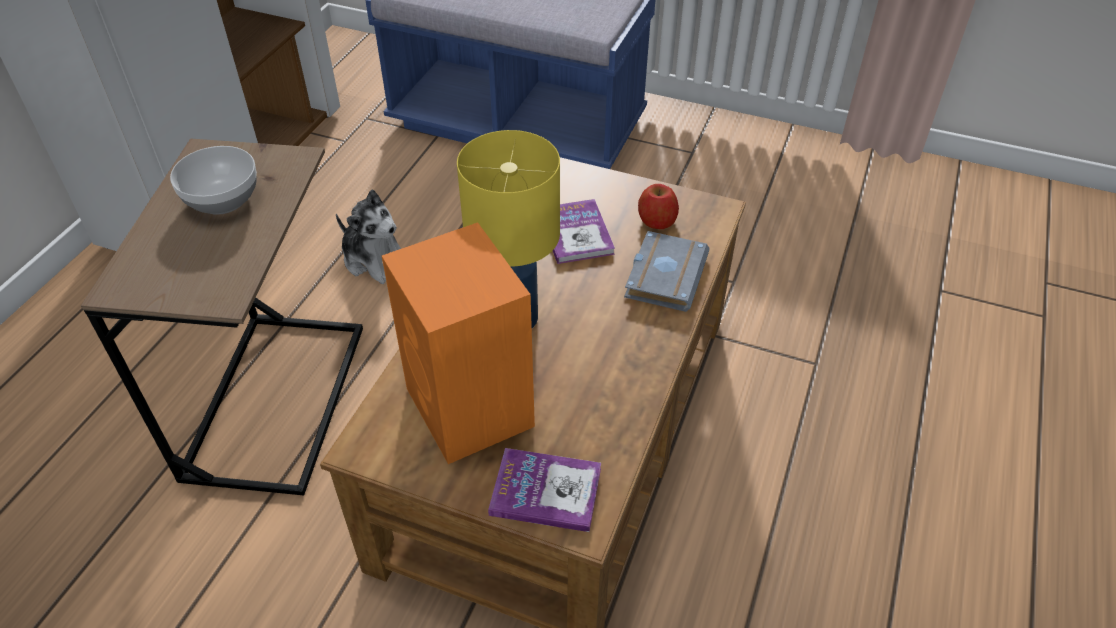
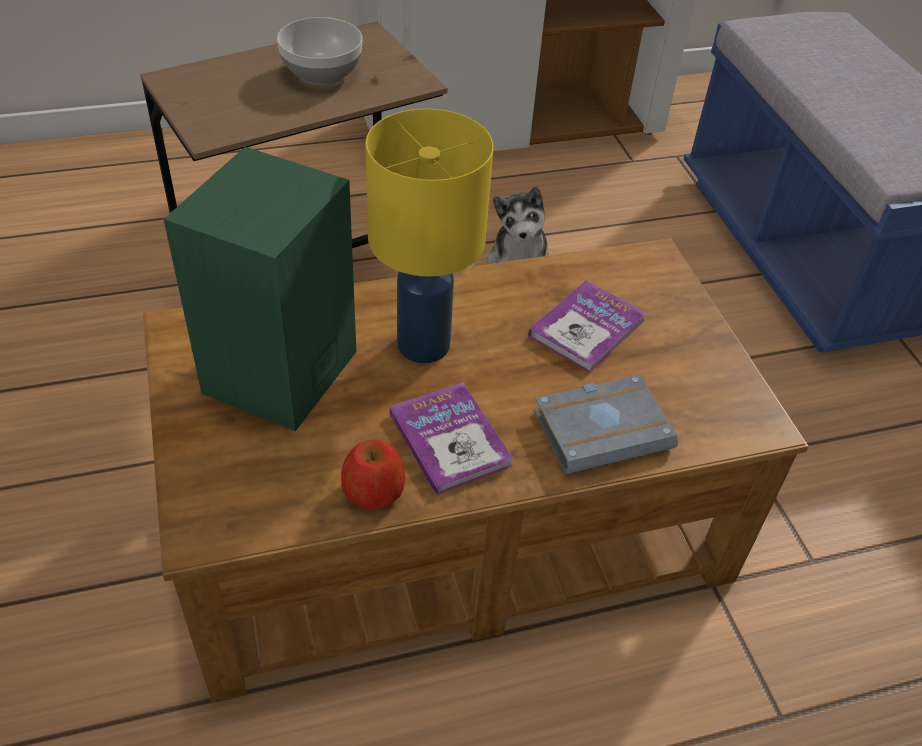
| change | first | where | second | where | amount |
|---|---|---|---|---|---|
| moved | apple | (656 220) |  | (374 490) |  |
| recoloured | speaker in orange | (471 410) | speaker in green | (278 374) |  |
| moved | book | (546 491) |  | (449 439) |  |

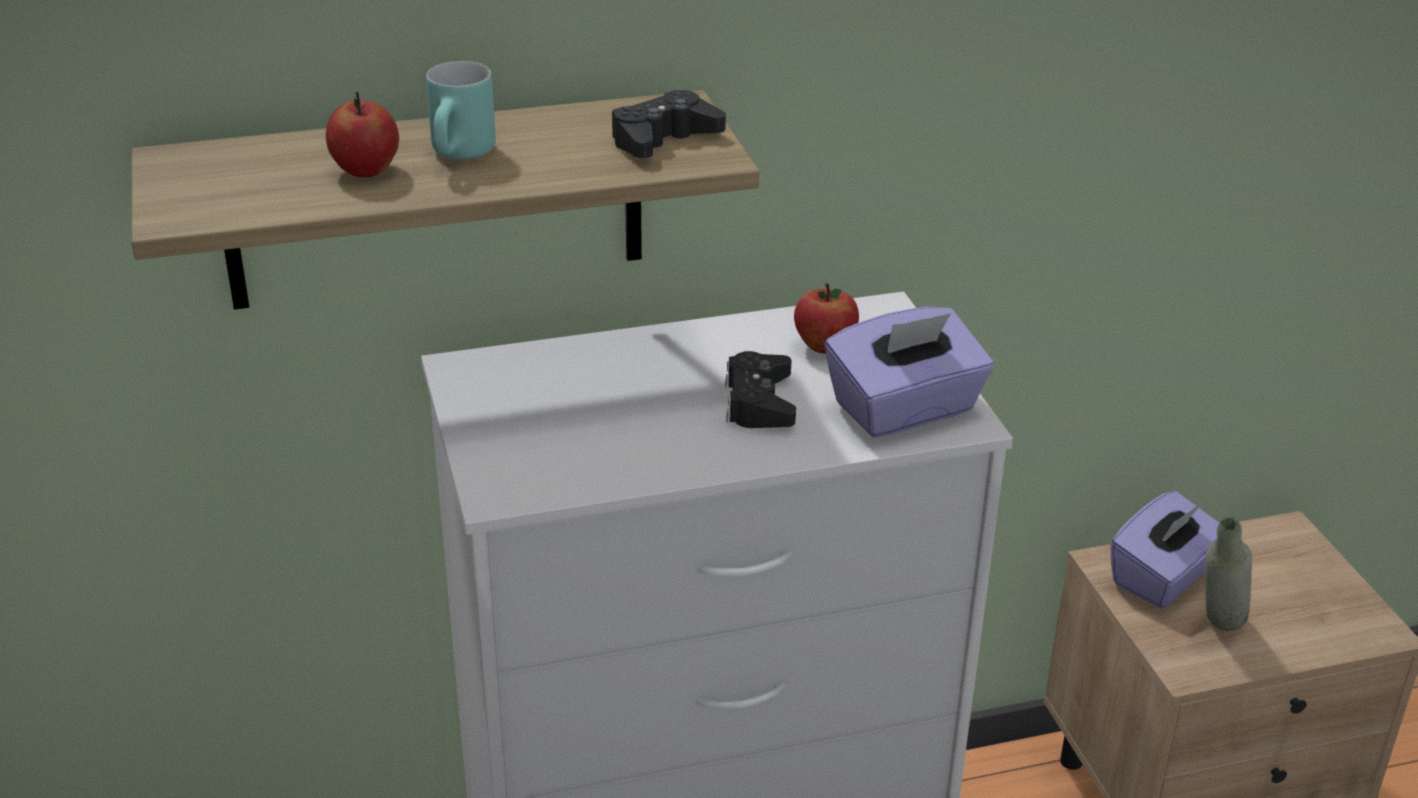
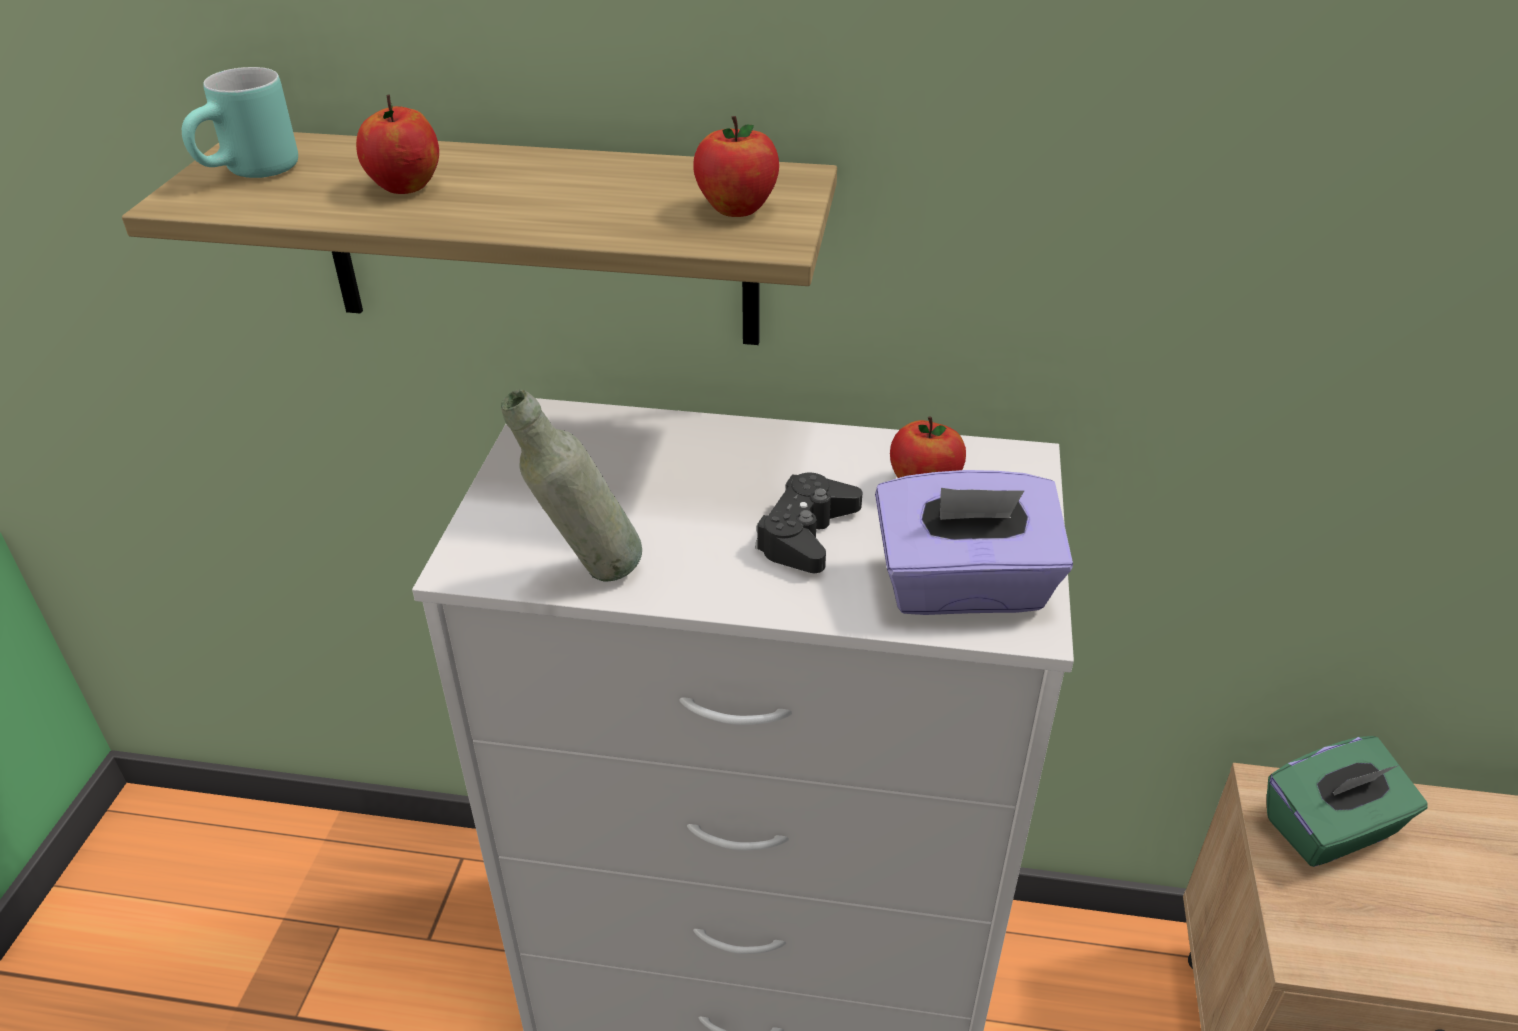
| change | first | where | second | where | amount |
|---|---|---|---|---|---|
| moved | mug in turquoise | (463 156) |  | (253 174) |  |
| replaced | game controller in black | (663 139) | apple | (736 209) |  |
| recoloured | tissue box in purple | (1163 578) | tissue box in green | (1331 829) |  |
| moved | bottle in grey | (1216 631) |  | (587 577) |  |

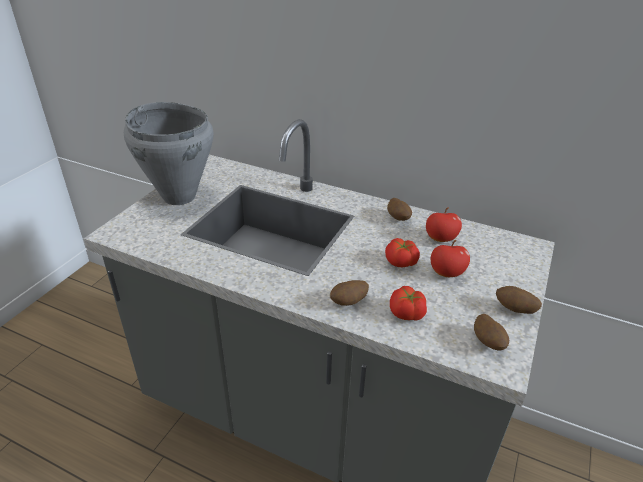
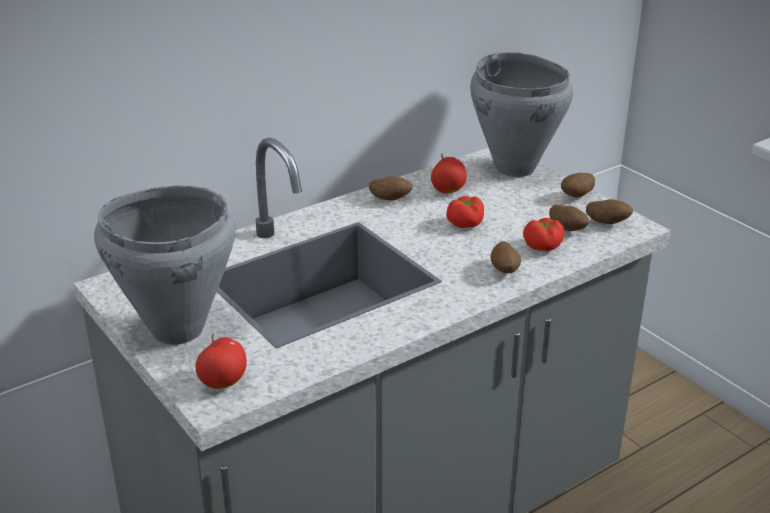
| change | first | where | second | where | amount |
|---|---|---|---|---|---|
| moved | apple | (447 273) |  | (223 382) |  |
| added |  |  | cooking pot in grey | (515 168) |  |
| added |  |  | potato | (567 230) |  |

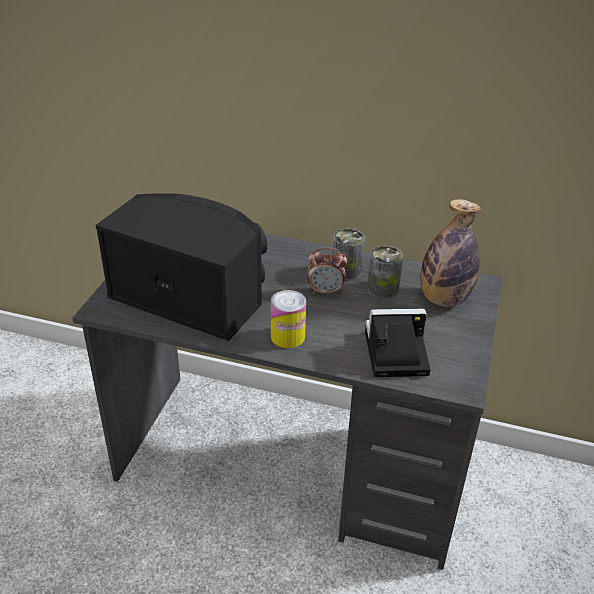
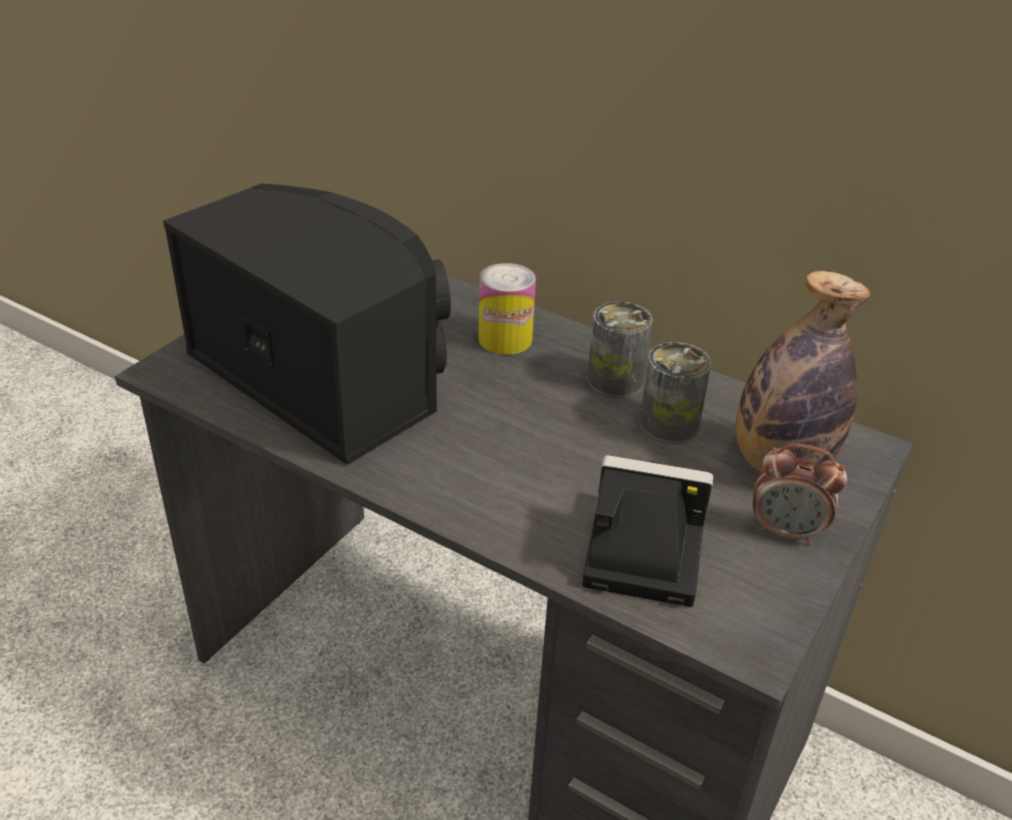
| change | first | where | second | where | amount |
|---|---|---|---|---|---|
| moved | alarm clock | (325 291) |  | (786 531) |  |
| moved | can | (287 336) |  | (505 339) |  |

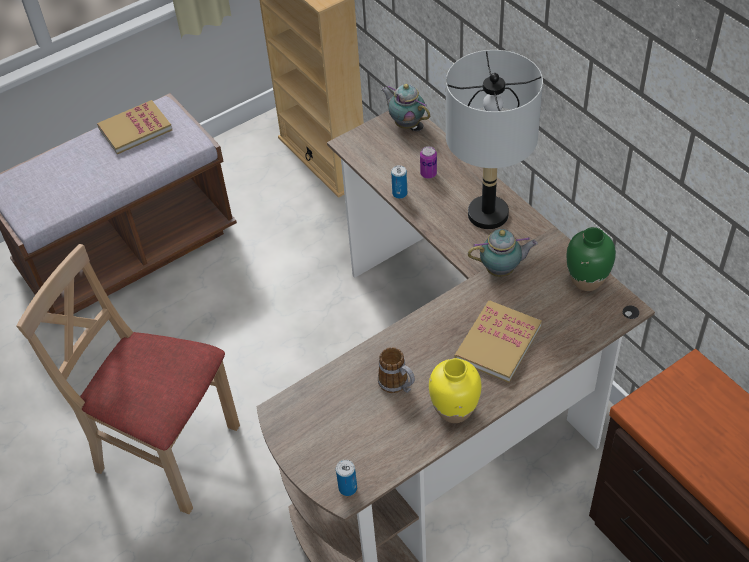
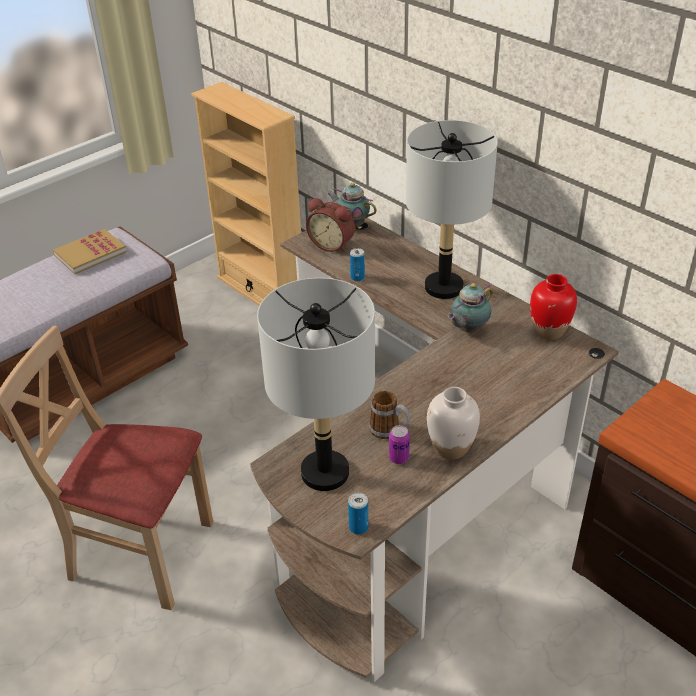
| change | first | where | second | where | amount |
|---|---|---|---|---|---|
| moved | can | (428 174) |  | (399 458) |  |
| recoloured | vase in green | (587 280) | vase in red | (549 331) |  |
| turned | teapot | (502 270) |  | (468 330) | 150 degrees clockwise |
| removed | book | (498 343) |  |  |  |
| recoloured | vase in yellow | (454 410) | vase in white | (451 448) |  |
| added |  |  | alarm clock | (332 244) |  |
| added |  |  | table lamp in grey | (324 473) |  |

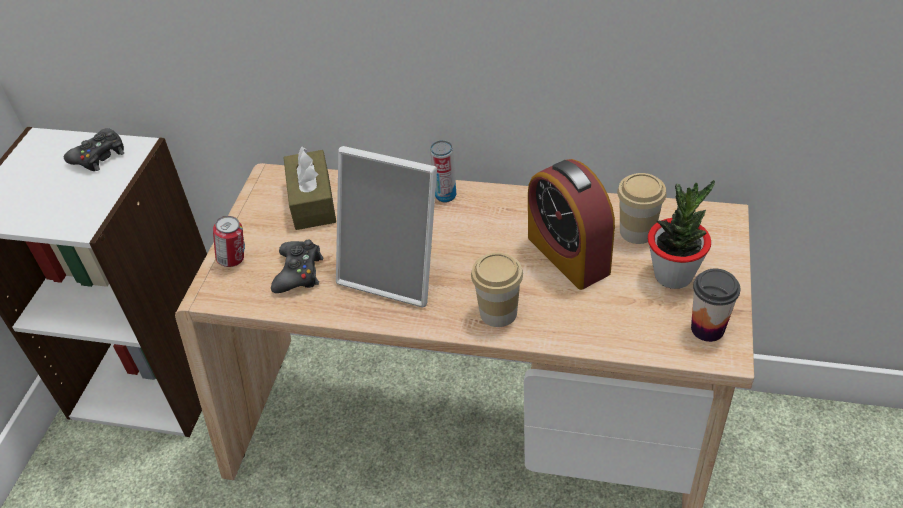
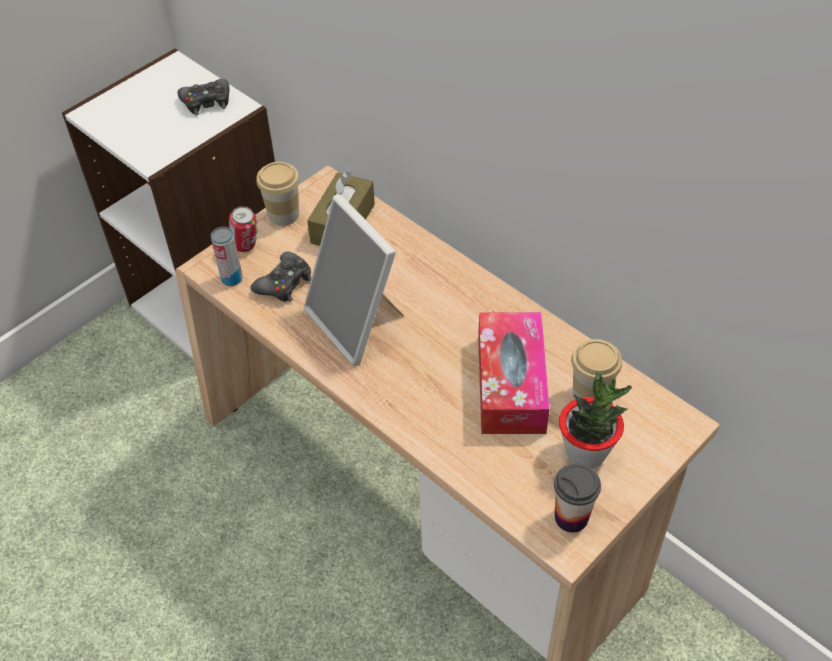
| change | first | where | second | where | amount |
|---|---|---|---|---|---|
| moved | can | (445 196) |  | (232 278) |  |
| replaced | alarm clock | (568 255) | tissue box | (511 384) |  |
| moved | cup | (498 312) |  | (283 214) |  |

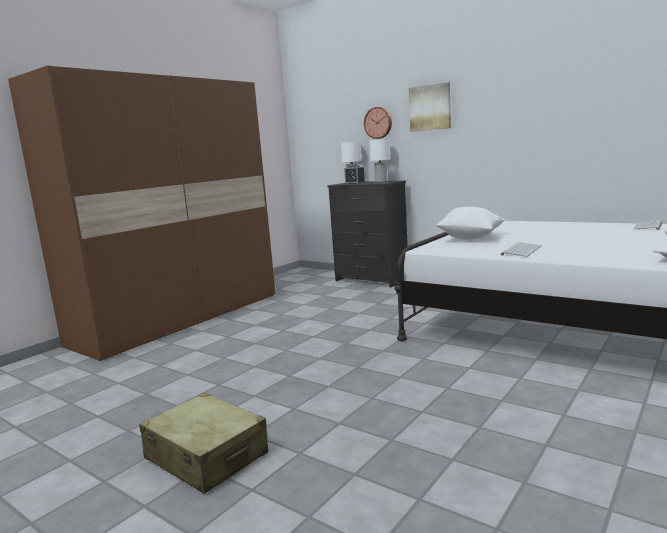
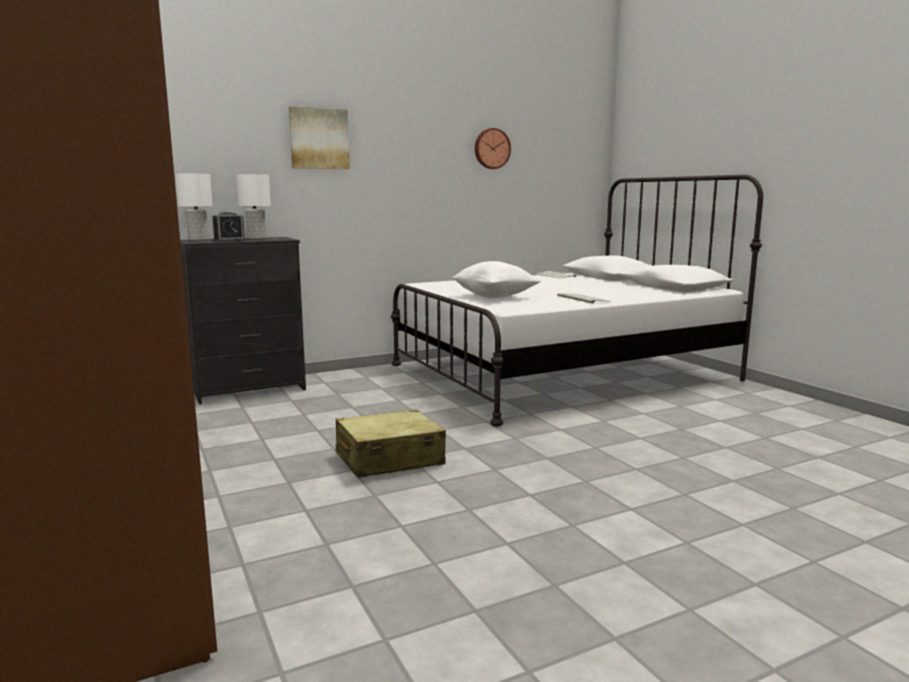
| change | first | where | second | where | amount |
|---|---|---|---|---|---|
| moved | wall clock | (378 123) |  | (491 148) |  |
| moved | suitcase in beige | (206 456) |  | (389 459) |  |

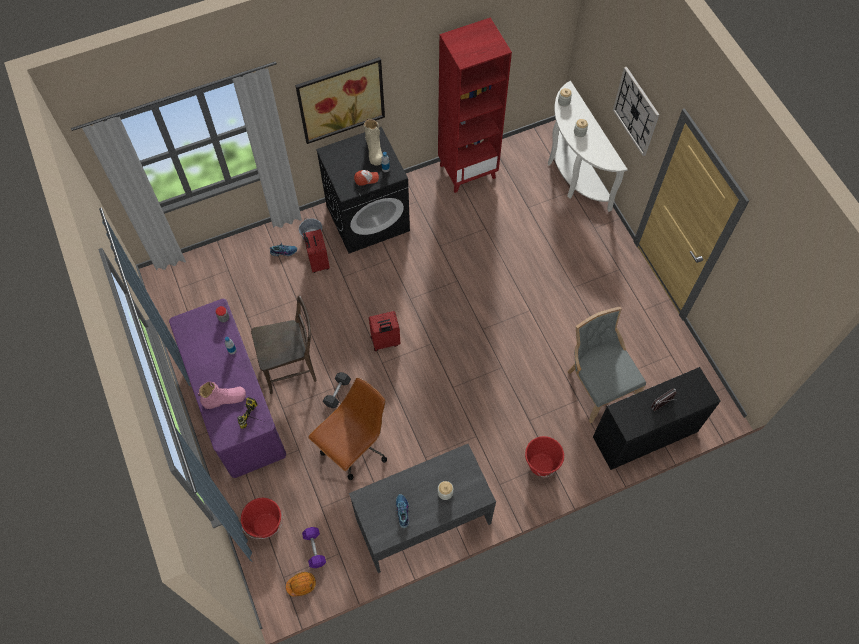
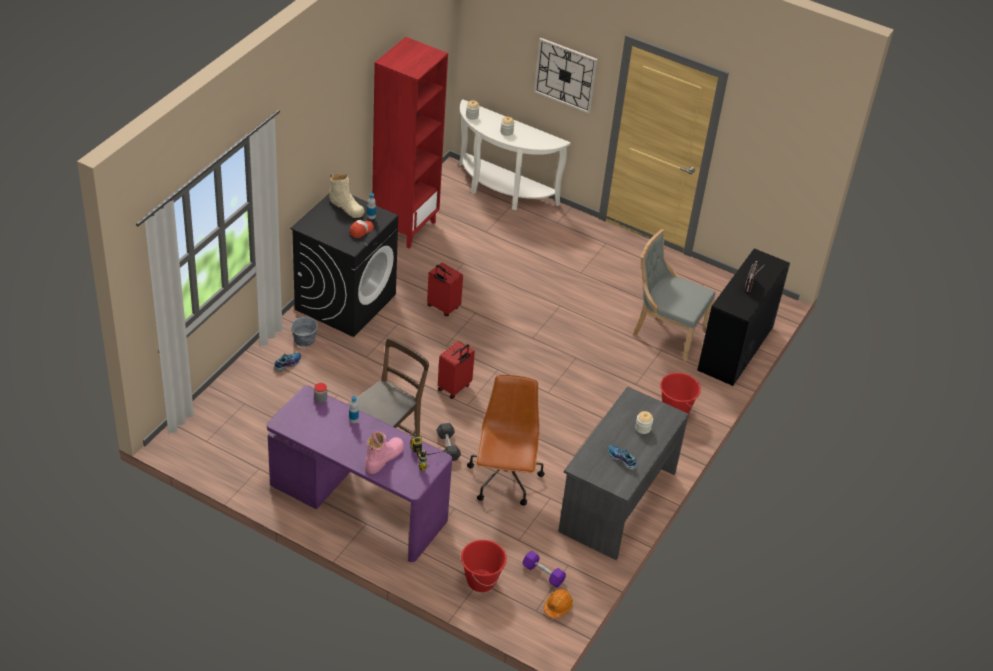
| change | first | where | second | where | amount |
|---|---|---|---|---|---|
| removed | picture | (341 100) |  |  |  |
| moved | suitcase in red | (318 262) |  | (442 307) |  |

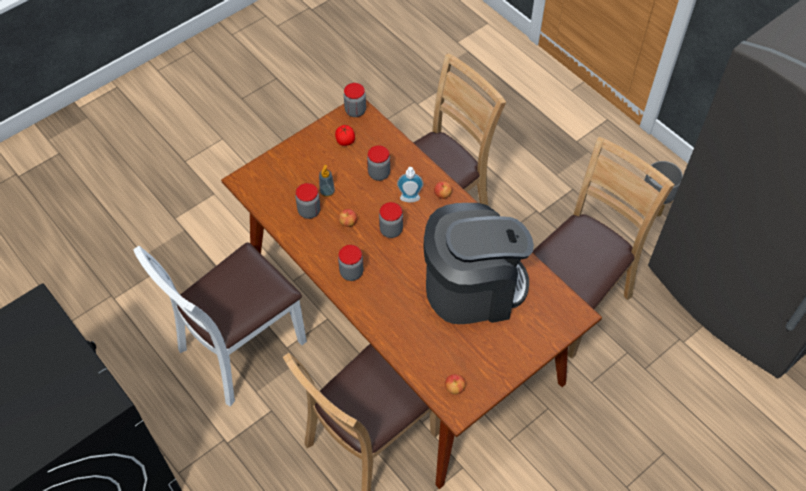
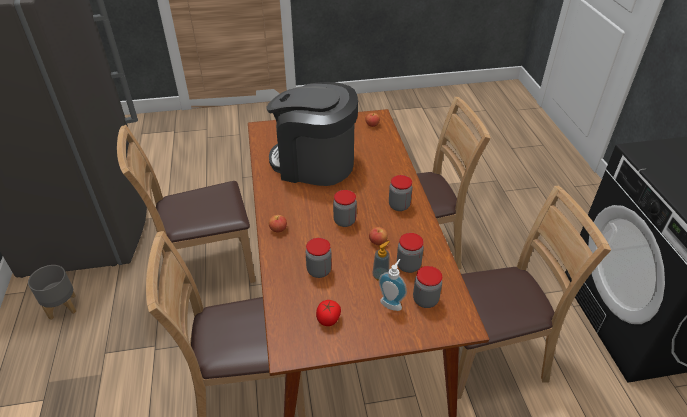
| change | first | where | second | where | amount |
|---|---|---|---|---|---|
| moved | jar | (355 111) |  | (425 300) |  |
| moved | soap dispenser | (410 200) |  | (392 303) |  |
| recoloured | chair in white | (241 348) | chair in brown | (487 356) |  |

